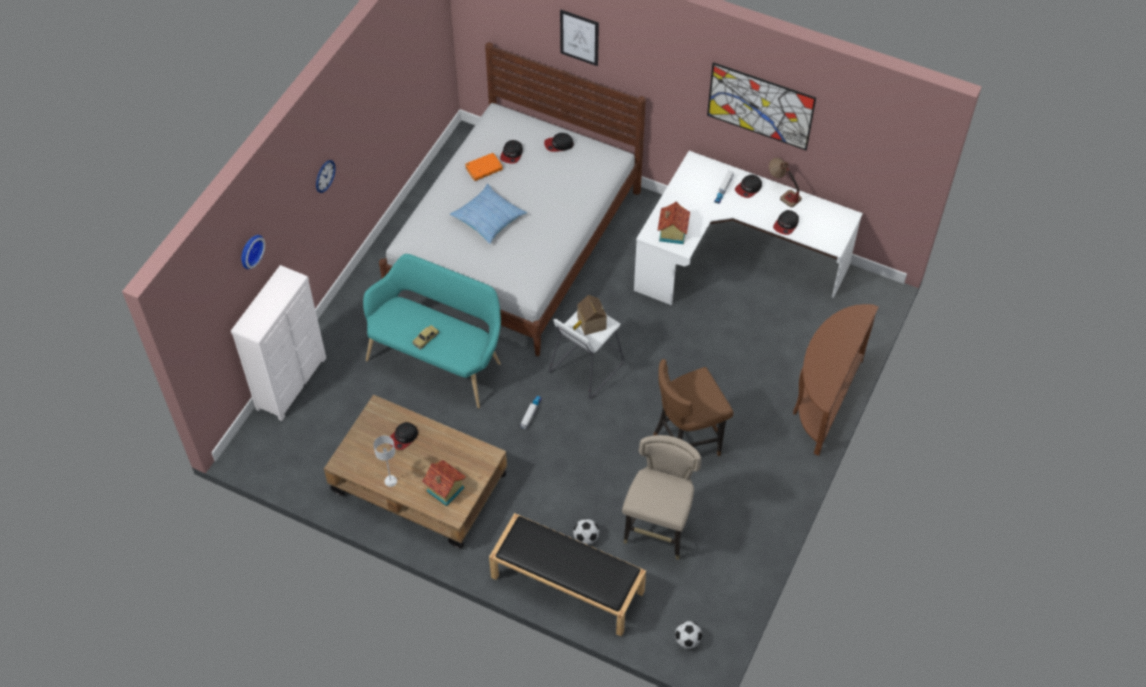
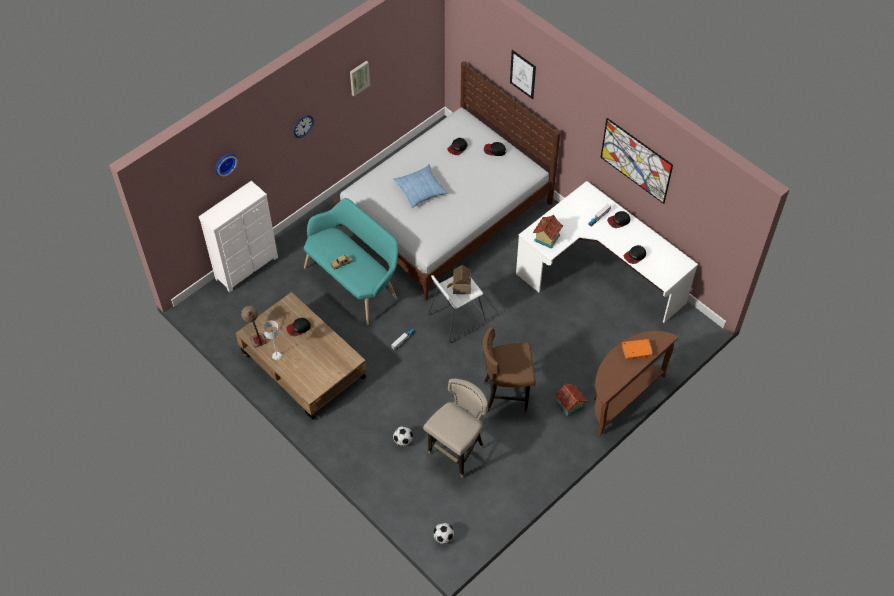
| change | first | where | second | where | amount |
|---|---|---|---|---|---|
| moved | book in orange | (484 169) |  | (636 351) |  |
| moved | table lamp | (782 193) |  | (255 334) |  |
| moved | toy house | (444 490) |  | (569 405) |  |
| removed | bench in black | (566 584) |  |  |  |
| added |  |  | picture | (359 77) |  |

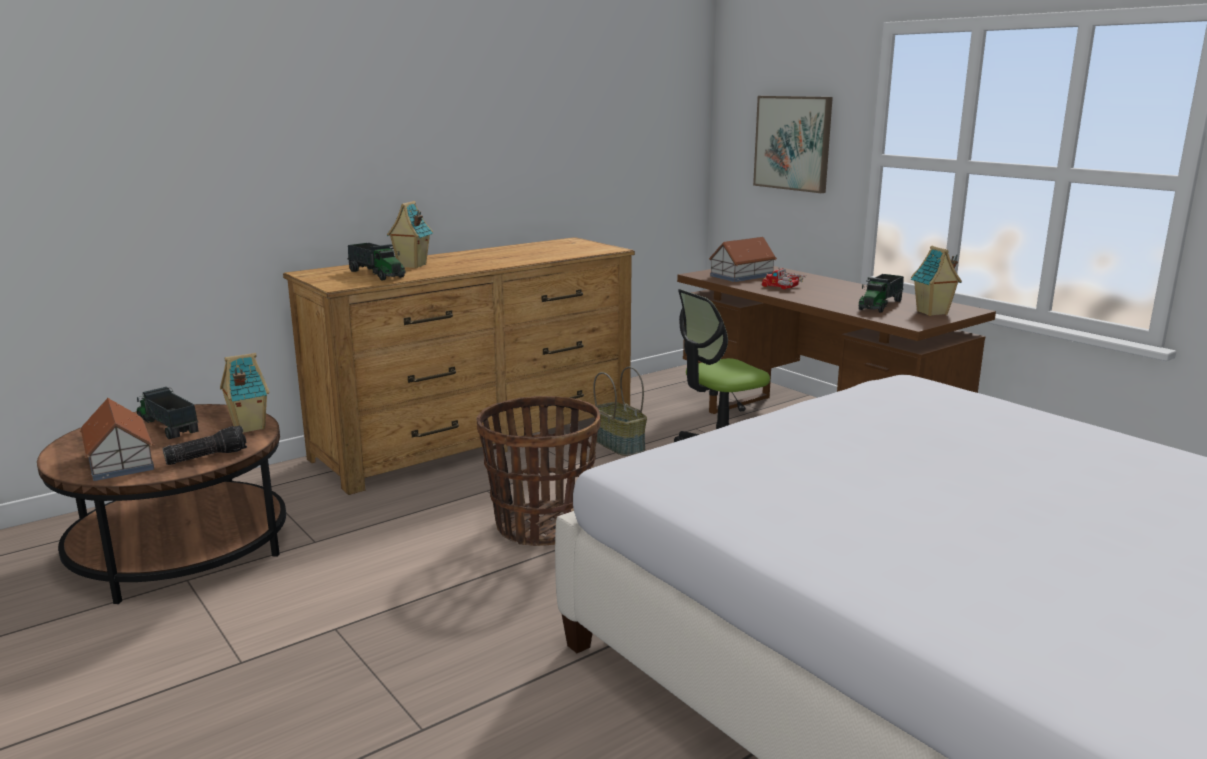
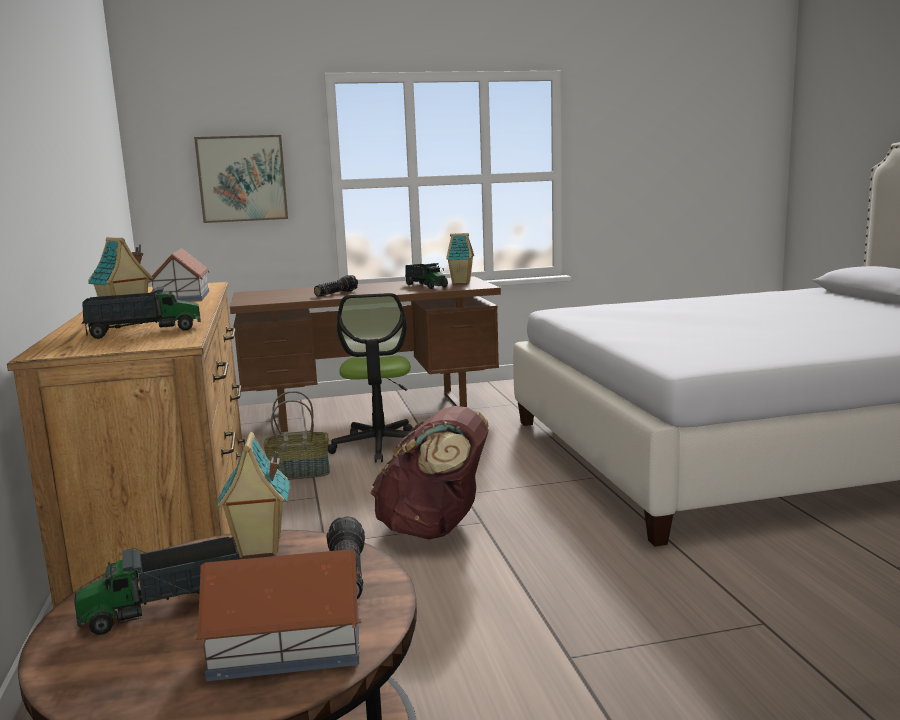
| change | first | where | second | where | amount |
|---|---|---|---|---|---|
| moved | toy house | (741 276) |  | (182 297) |  |
| replaced | toy truck | (785 287) | flashlight | (336 293) |  |
| replaced | basket | (540 526) | backpack in brown | (434 529) |  |

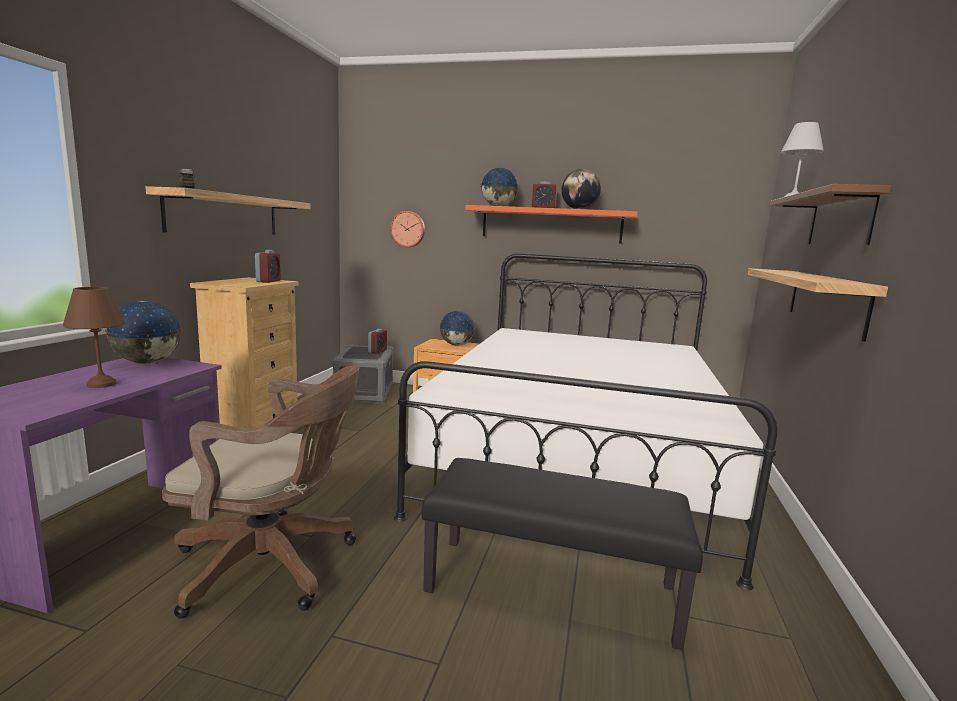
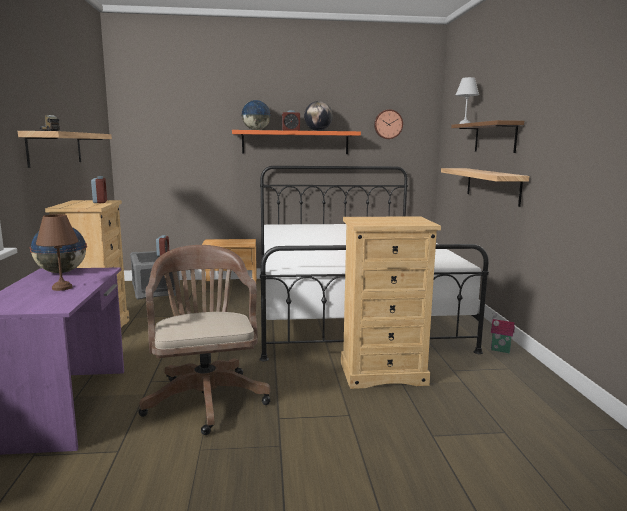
| change | first | where | second | where | amount |
|---|---|---|---|---|---|
| moved | wall clock | (408 229) |  | (388 124) |  |
| removed | globe | (456 345) |  |  |  |
| turned | office chair in brown | (274 564) |  | (205 397) | 90 degrees counterclockwise |
| replaced | bench in black | (552 588) | dresser in beige | (383 373) |  |
| added |  |  | toy house | (500 350) |  |

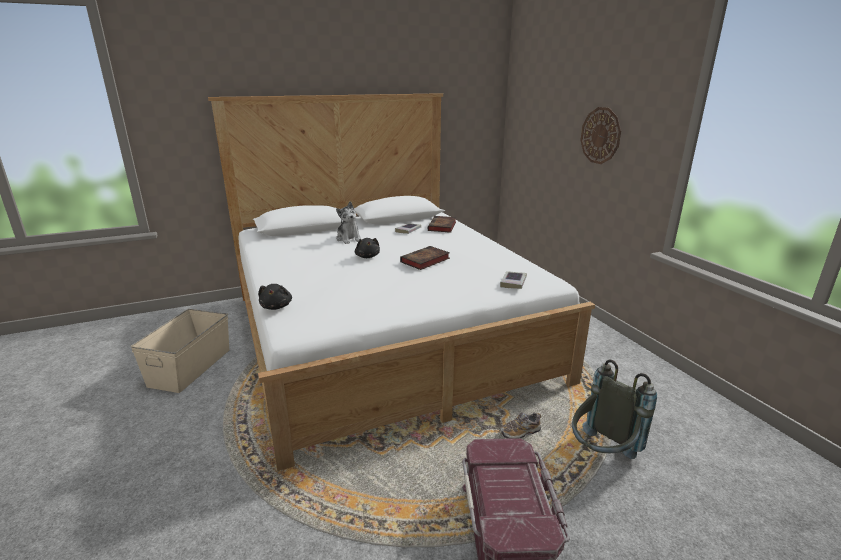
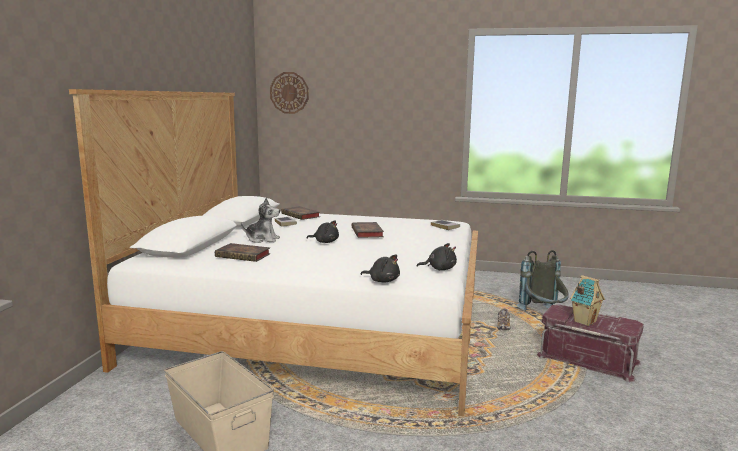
| change | first | where | second | where | amount |
|---|---|---|---|---|---|
| moved | wall clock | (600 135) |  | (289 93) |  |
| added |  |  | book | (244 256) |  |
| added |  |  | plush toy in black | (439 269) |  |
| added |  |  | toy house | (584 321) |  |

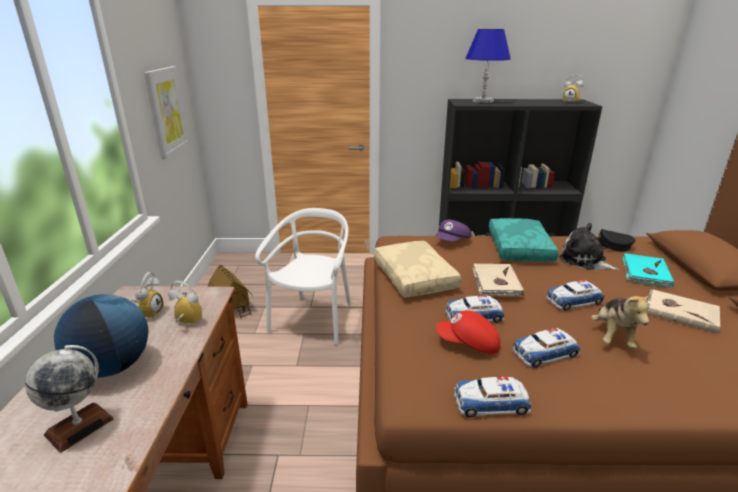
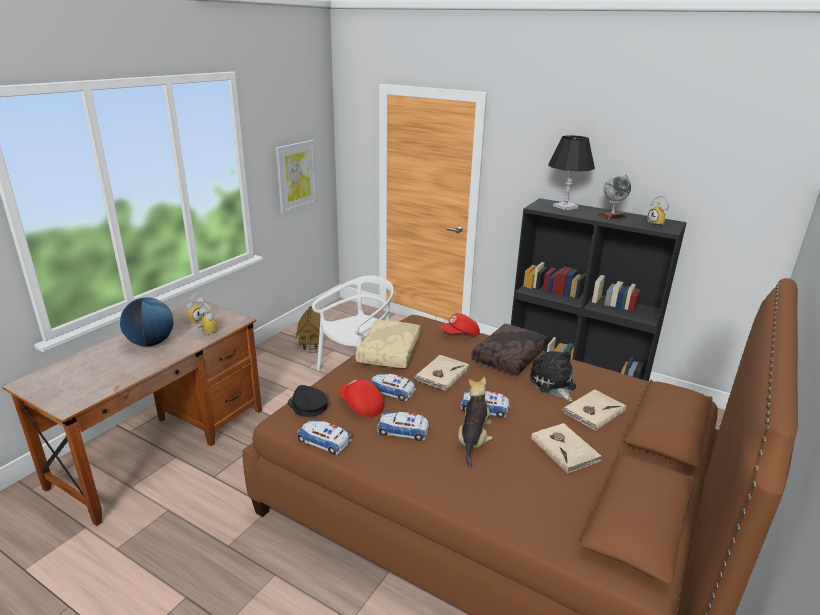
| change | first | where | second | where | amount |
|---|---|---|---|---|---|
| recoloured | table lamp in blue | (483 101) | table lamp in black | (565 207) |  |
| recoloured | pillow in turquoise | (520 248) | pillow in brown | (510 357) |  |
| recoloured | cap in purple | (452 241) | cap in red | (460 334) |  |
| moved | cap in black | (610 245) |  | (307 405) |  |
| recoloured | book in turquoise | (644 272) | book in beige | (593 411) |  |
| turned | plush toy | (612 336) |  | (473 441) | 150 degrees clockwise |
| moved | globe | (79 426) |  | (612 216) |  |

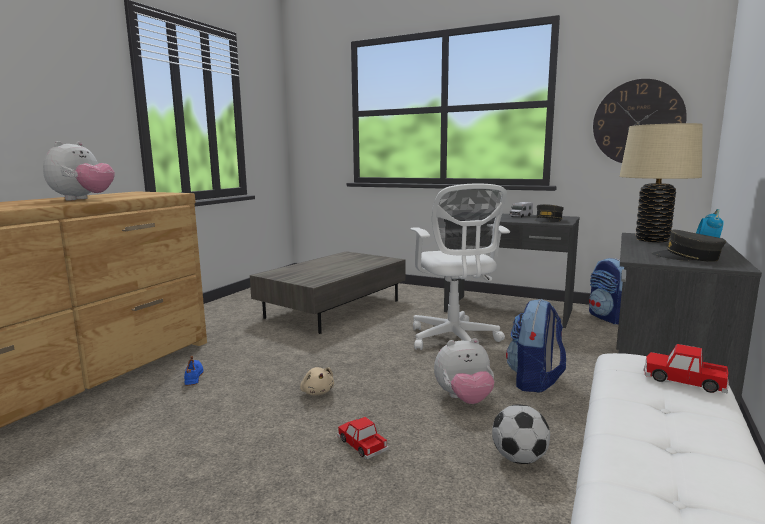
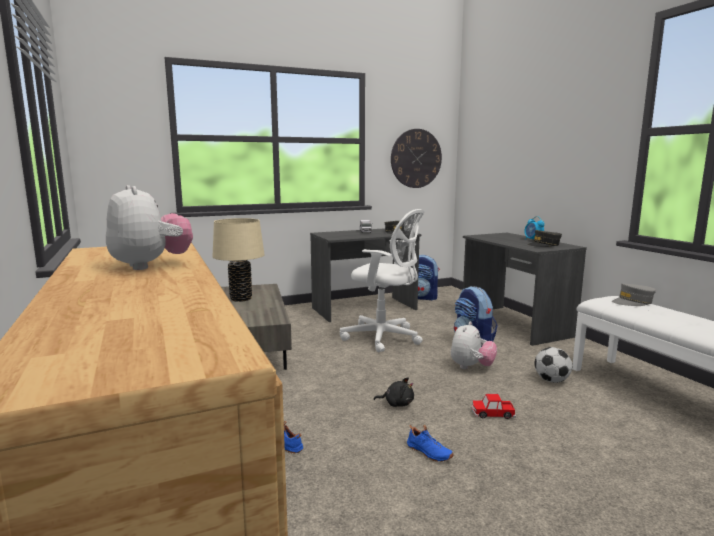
| change | first | where | second | where | amount |
|---|---|---|---|---|---|
| moved | table lamp in beige | (652 240) |  | (241 299) |  |
| replaced | toy car | (684 380) | cap in grey | (633 302) |  |
| recoloured | plush toy in beige | (317 392) | plush toy in black | (397 403) |  |
| added |  |  | shoe in blue | (428 453) |  |

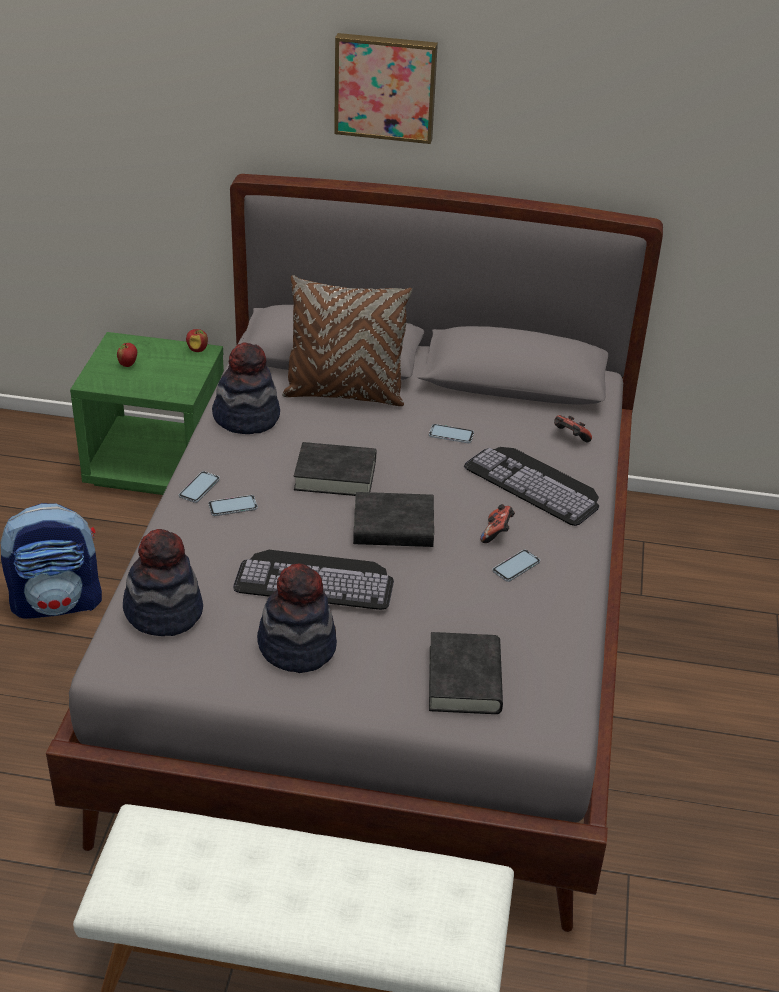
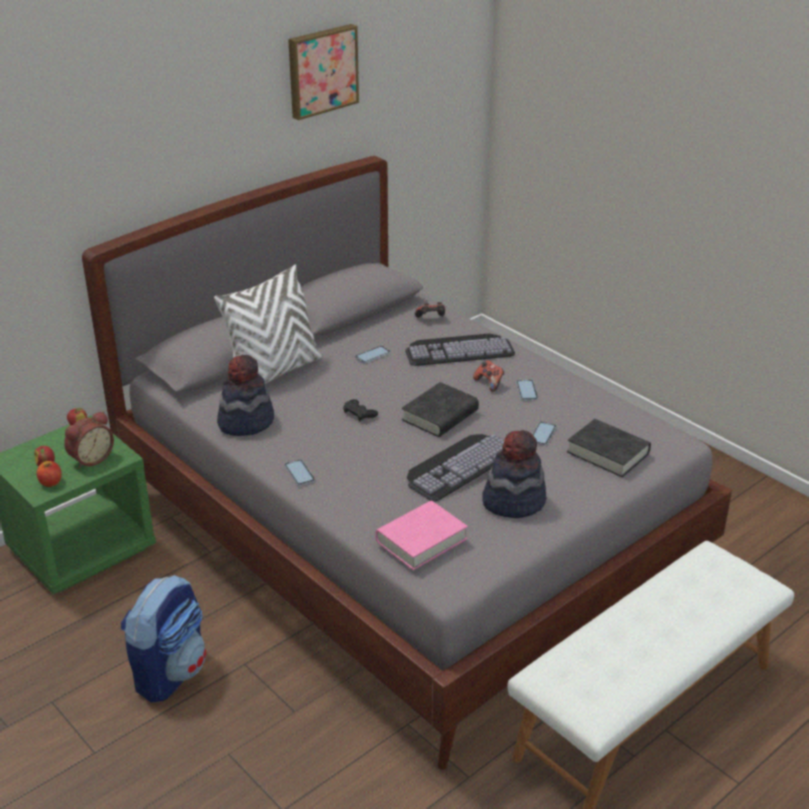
| change | first | where | second | where | amount |
|---|---|---|---|---|---|
| moved | picture | (385 87) |  | (321 70) |  |
| recoloured | pillow in brown | (345 393) | pillow in white | (274 373) |  |
| replaced | book in black | (335 475) | game controller in black | (359 414) |  |
| moved | phone | (233 506) |  | (542 434) |  |
| replaced | hat | (164 612) | book in pink | (421 540) |  |
| added |  |  | alarm clock | (90 458) |  |
| added |  |  | apple | (51 482) |  |

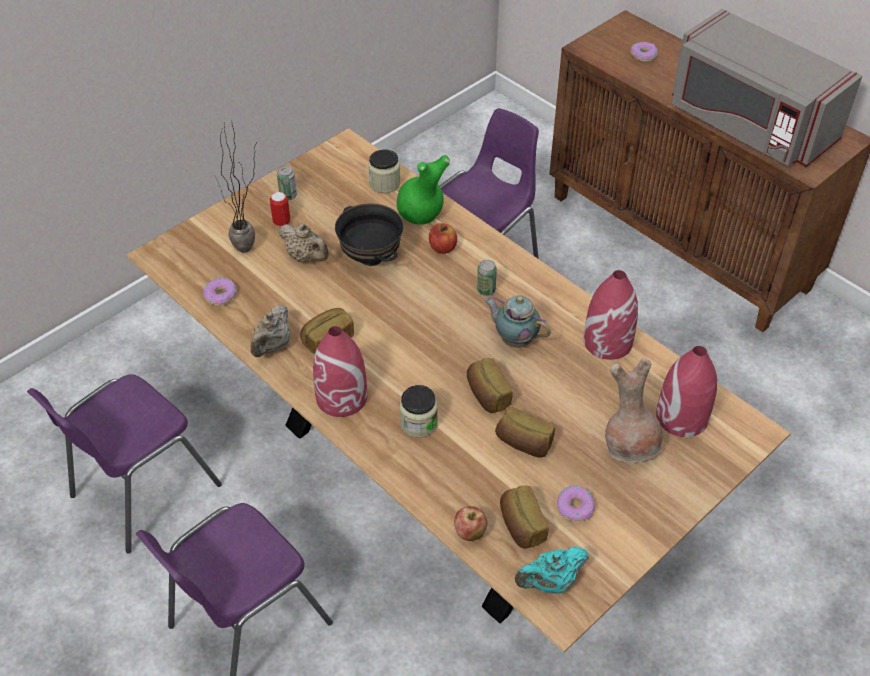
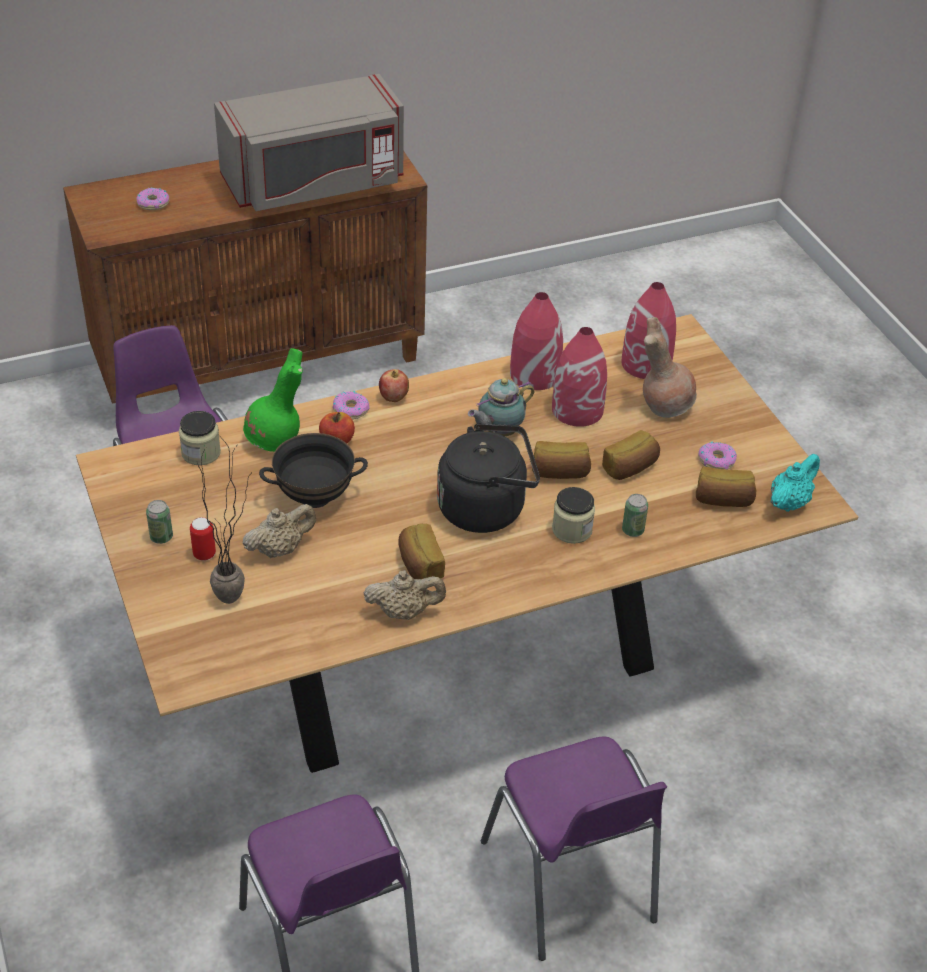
| change | first | where | second | where | amount |
|---|---|---|---|---|---|
| moved | can | (486 290) |  | (632 530) |  |
| moved | donut | (221 295) |  | (350 409) |  |
| turned | teapot in beige | (272 346) |  | (404 612) | 45 degrees counterclockwise |
| moved | vase in red | (342 397) |  | (577 410) |  |
| moved | apple | (469 533) |  | (393 398) |  |
| turned | teapot in turquoise | (550 582) |  | (789 502) | 135 degrees counterclockwise |
| added |  |  | kettle in black | (486 507) |  |

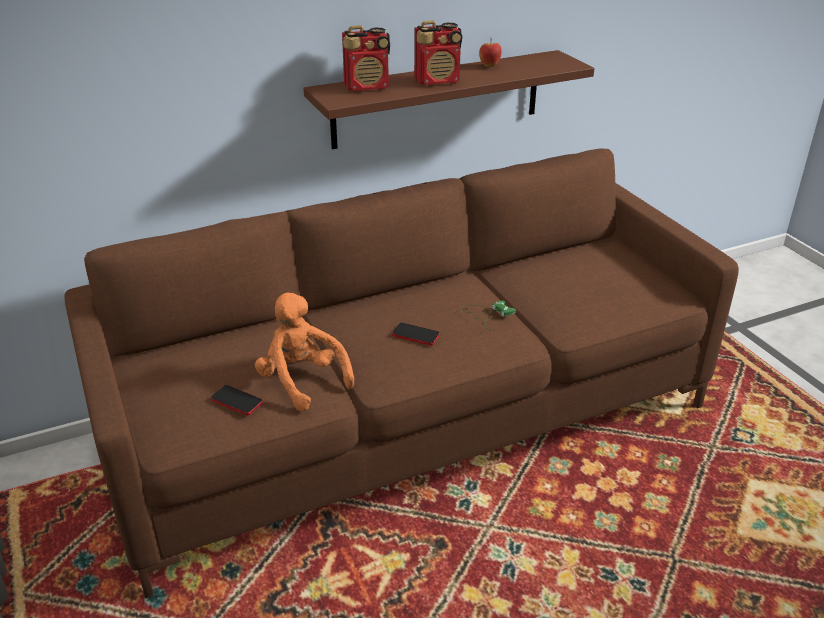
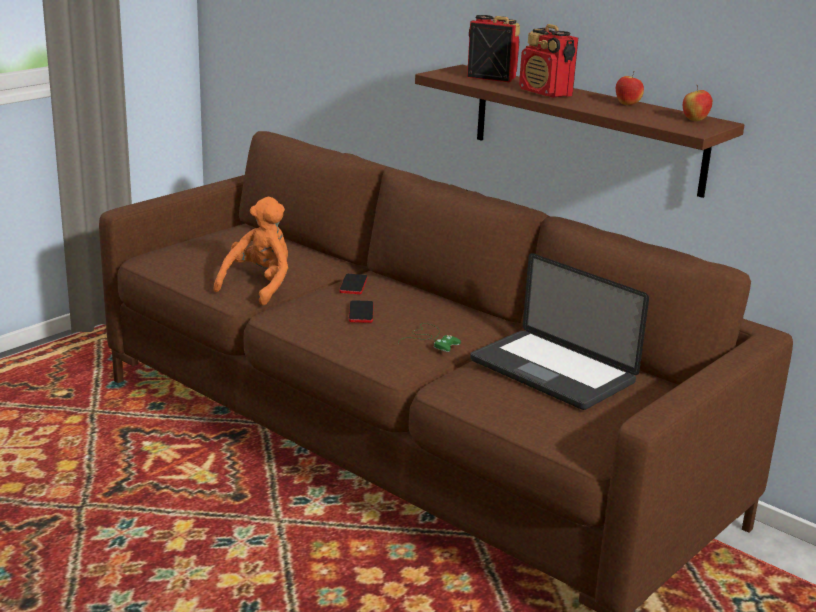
| change | first | where | second | where | amount |
|---|---|---|---|---|---|
| turned | radio | (367 87) |  | (491 77) | 150 degrees clockwise |
| moved | phone | (236 401) |  | (353 285) |  |
| added |  |  | apple | (695 120) |  |
| added |  |  | laptop | (552 371) |  |

